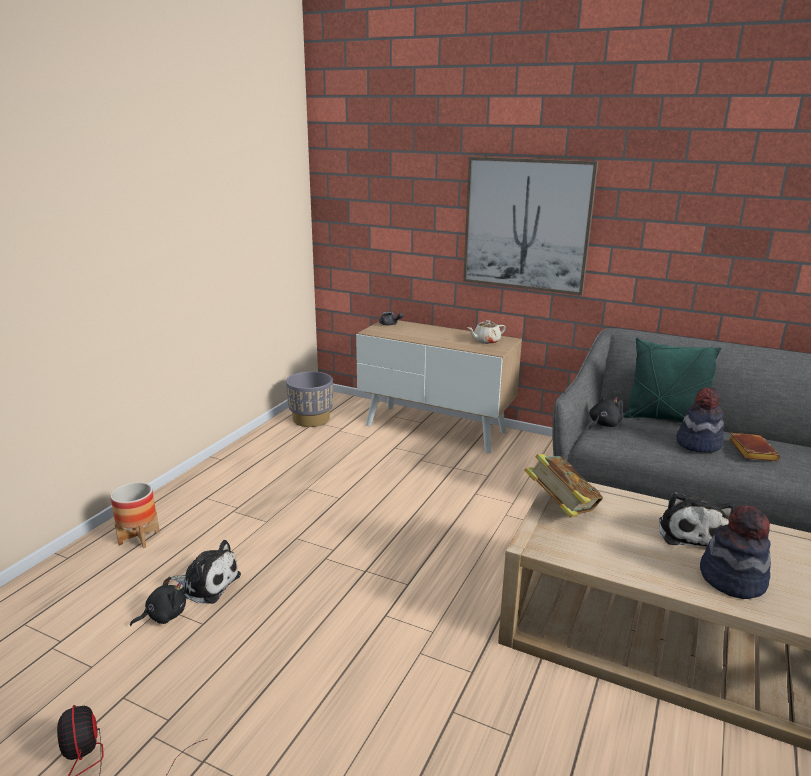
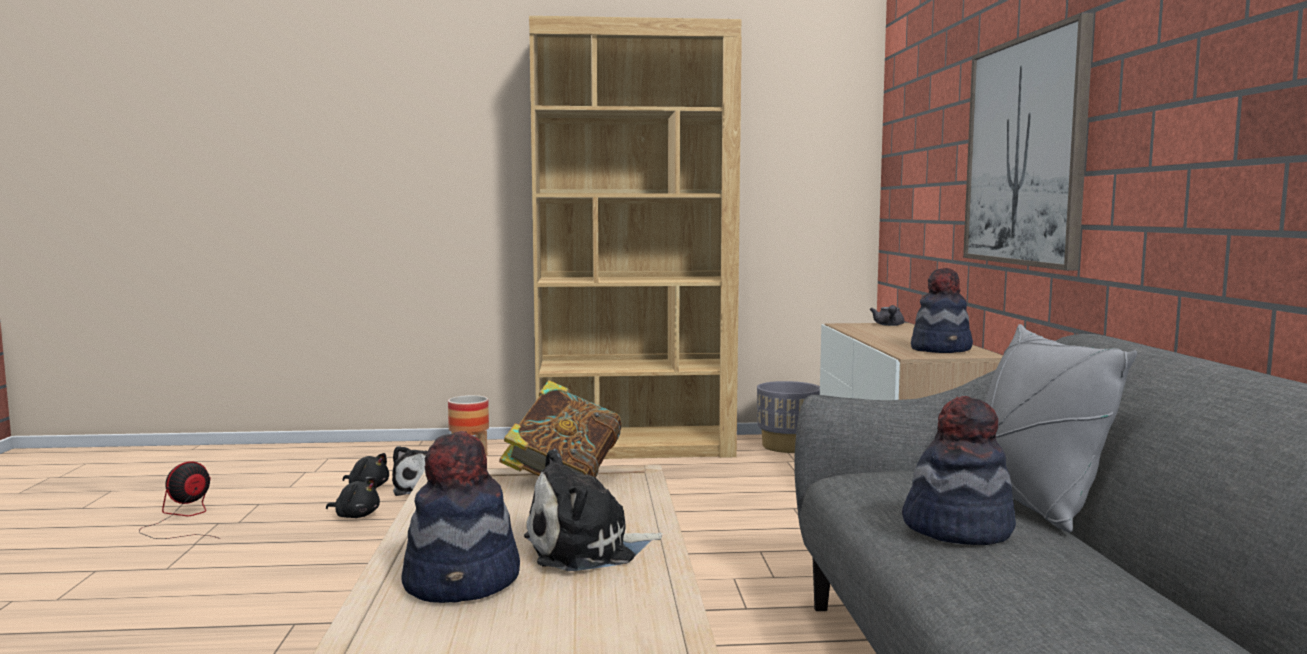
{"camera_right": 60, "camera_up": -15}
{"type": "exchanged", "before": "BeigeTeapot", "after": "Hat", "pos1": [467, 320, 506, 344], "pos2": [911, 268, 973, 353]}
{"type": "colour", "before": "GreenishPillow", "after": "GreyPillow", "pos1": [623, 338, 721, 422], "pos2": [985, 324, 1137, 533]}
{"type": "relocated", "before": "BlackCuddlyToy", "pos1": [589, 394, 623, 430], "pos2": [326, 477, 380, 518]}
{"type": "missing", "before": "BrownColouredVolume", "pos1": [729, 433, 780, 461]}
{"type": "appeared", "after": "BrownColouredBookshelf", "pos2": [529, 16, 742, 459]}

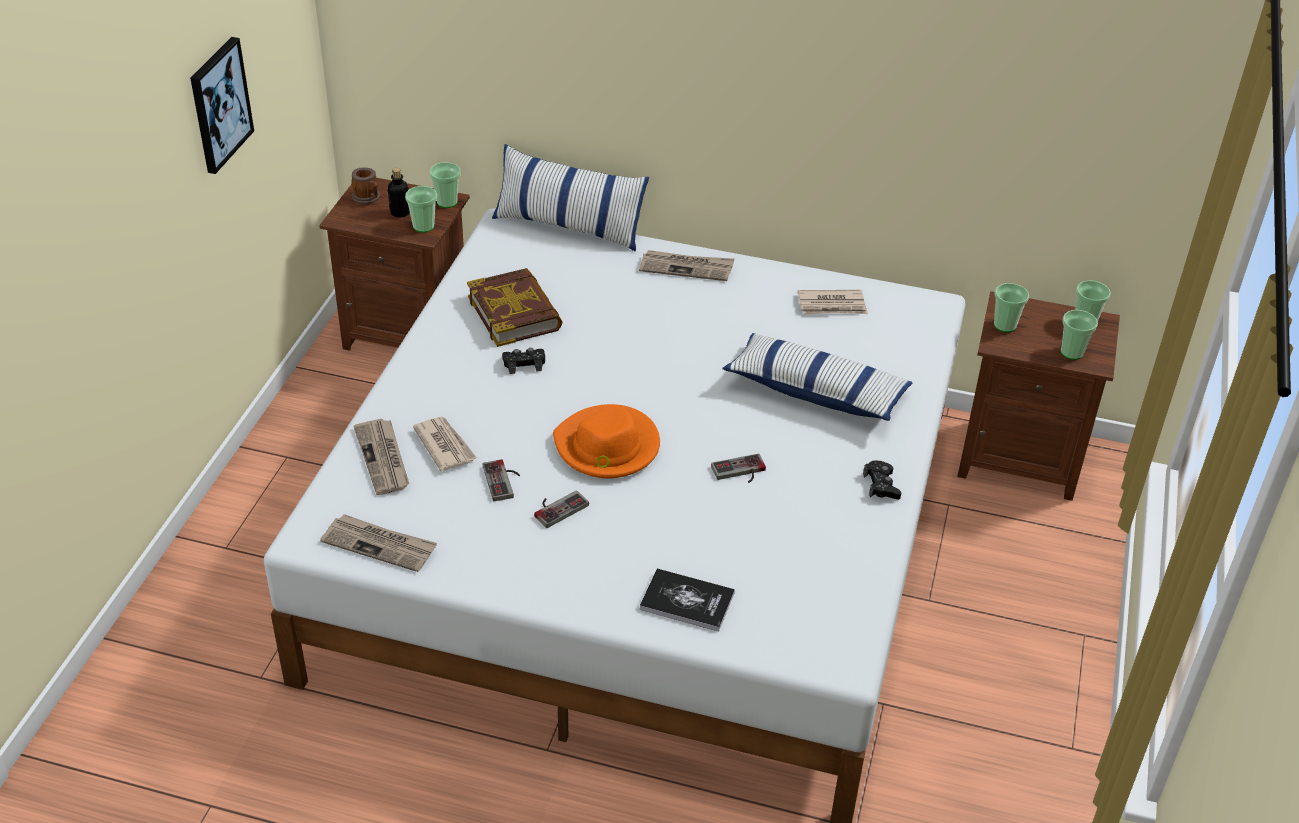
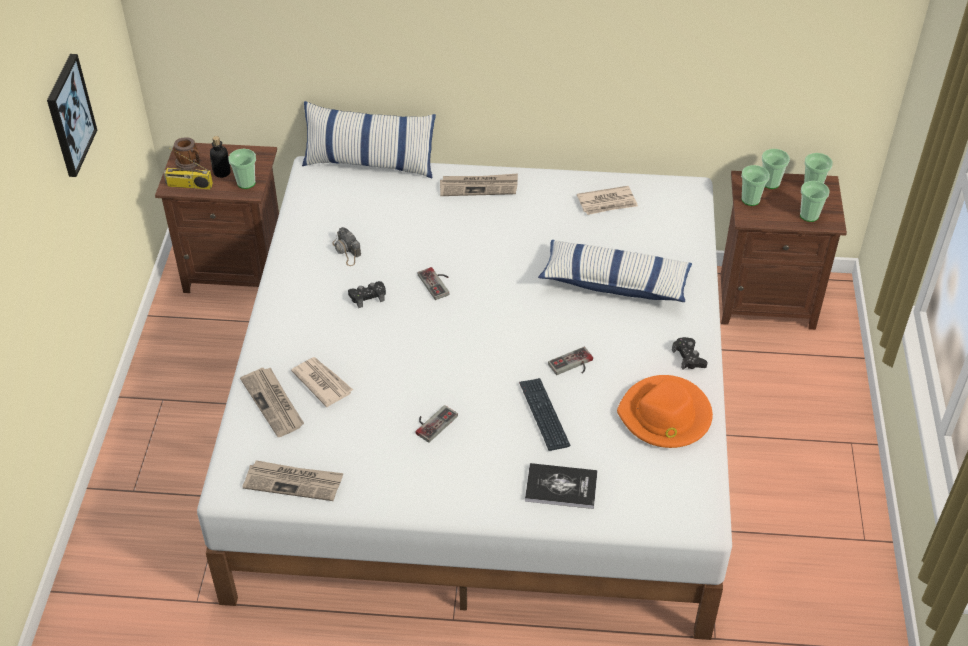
{"camera_right": -10, "camera_up": 5}
{"type": "relocated", "before": "DrinkingCup", "pos1": [430, 162, 461, 208], "pos2": [762, 149, 790, 189]}
{"type": "exchanged", "before": "Volume", "after": "PhotoCamera", "pos1": [467, 268, 563, 347], "pos2": [332, 227, 361, 266]}
{"type": "relocated", "before": "OrangeColouredHat", "pos1": [553, 404, 660, 478], "pos2": [617, 375, 713, 448]}
{"type": "relocated", "before": "Gamepad", "pos1": [483, 460, 520, 501], "pos2": [418, 267, 450, 300]}
{"type": "appeared", "after": "Radio", "pos2": [163, 148, 213, 189]}
{"type": "appeared", "after": "Keyboard", "pos2": [519, 378, 570, 451]}

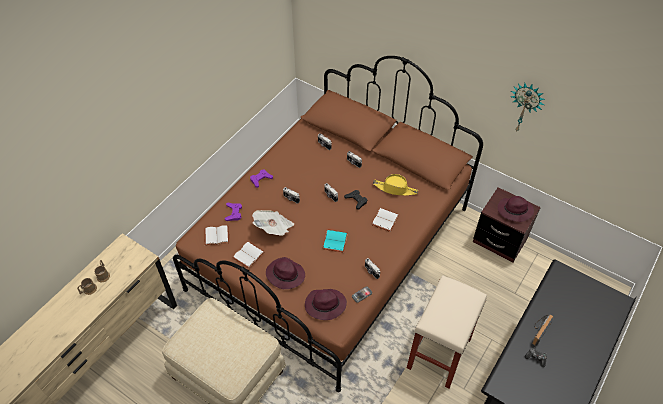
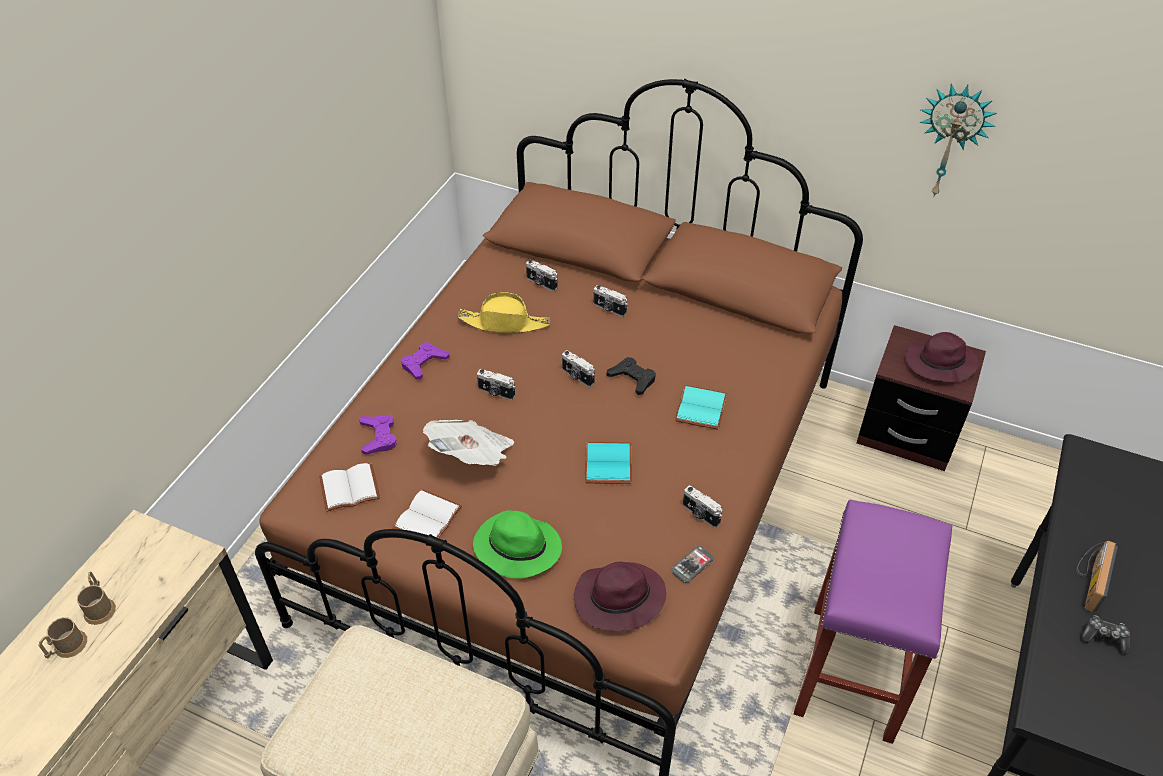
{"camera_right": -10, "camera_up": -5}
{"type": "relocated", "before": "YellowColouredHat", "pos1": [373, 174, 418, 196], "pos2": [458, 292, 550, 333]}
{"type": "colour", "before": "WhiteColouredVolume", "after": "TurquoiseColouredVolume", "pos1": [371, 208, 399, 232], "pos2": [675, 385, 727, 430]}
{"type": "colour", "before": "PurpleHat", "after": "GreenishHat", "pos1": [266, 257, 305, 289], "pos2": [473, 510, 562, 579]}
{"type": "colour", "before": "BeigeStoolSeat", "after": "PurpleStoolSeat", "pos1": [407, 275, 487, 388], "pos2": [794, 500, 952, 744]}

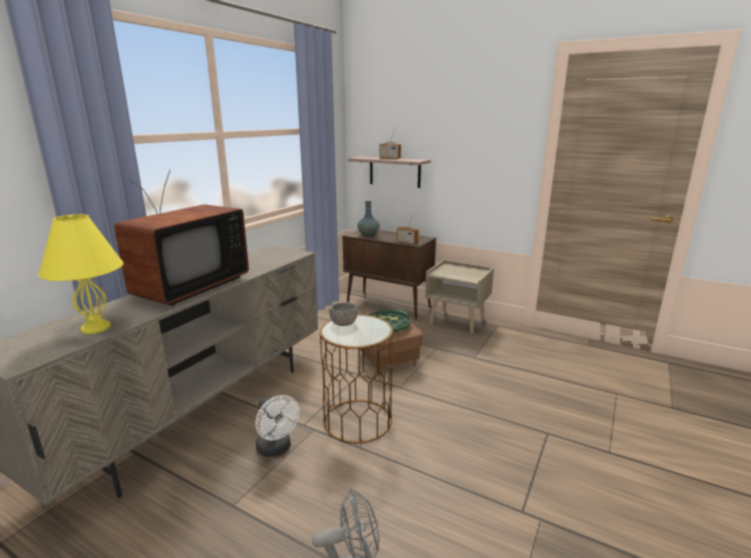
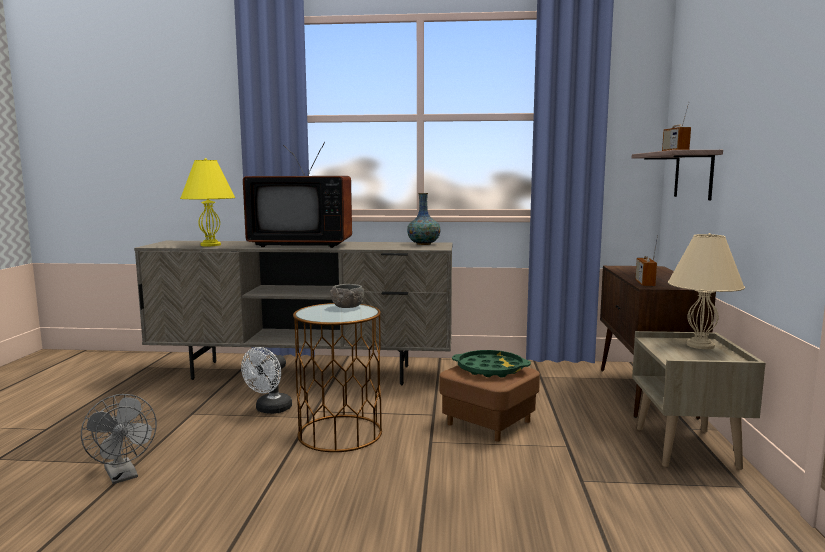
{"camera_right": 65, "camera_up": -10}
{"type": "relocated", "before": "FlowerVase", "pos1": [357, 201, 380, 236], "pos2": [407, 193, 441, 245]}
{"type": "appeared", "after": "BeigeTableLamp", "pos2": [668, 233, 745, 349]}

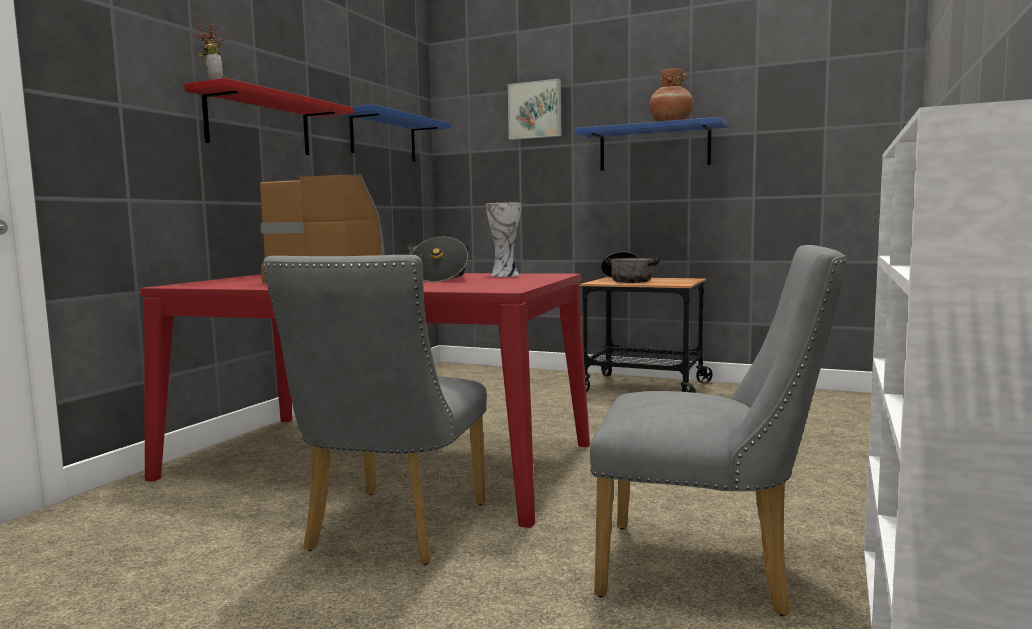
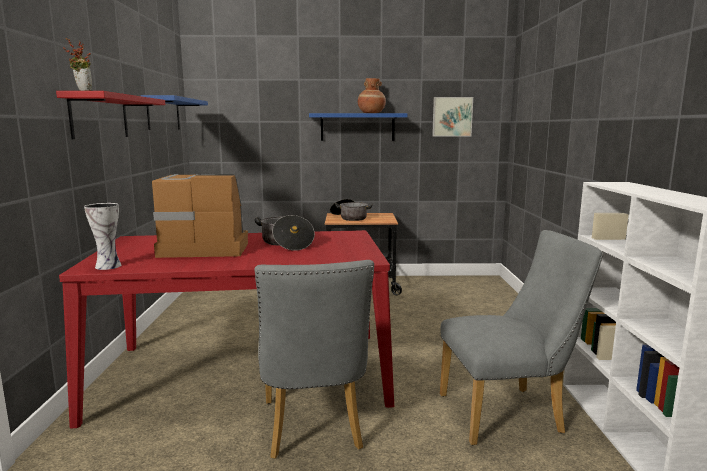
{"camera_right": -25, "camera_up": 5}
{"type": "relocated", "before": "WallPicture", "pos1": [508, 79, 561, 140], "pos2": [432, 97, 473, 137]}
{"type": "relocated", "before": "FlowerVase", "pos1": [486, 203, 521, 277], "pos2": [84, 203, 122, 270]}

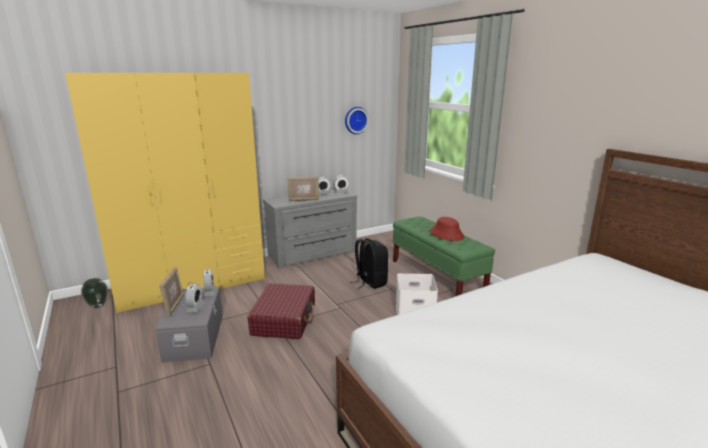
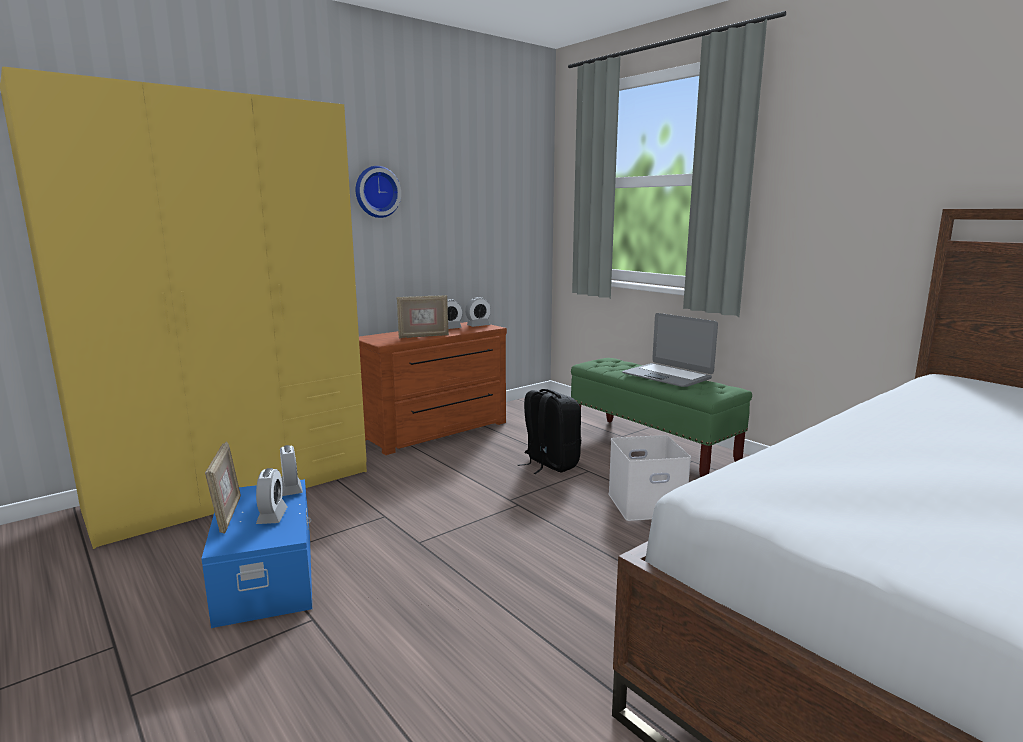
{"camera_right": -10, "camera_up": -5}
{"type": "relocated", "before": "HangingClock", "pos1": [345, 107, 369, 134], "pos2": [356, 166, 401, 218]}
{"type": "colour", "before": "GreyDrawerChest", "after": "BrownColouredDrawerChest", "pos1": [263, 189, 357, 269], "pos2": [359, 322, 507, 455]}
{"type": "exchanged", "before": "RedColouredHat", "after": "NotebookComputer", "pos1": [430, 217, 464, 241], "pos2": [622, 313, 718, 387]}
{"type": "missing", "before": "FlowerVase", "pos1": [81, 278, 108, 308]}
{"type": "missing", "before": "RedColouredTravelCase", "pos1": [248, 283, 315, 339]}
{"type": "colour", "before": "GreyStorageContainer", "after": "BlueColouredStorageContainer", "pos1": [155, 287, 223, 363], "pos2": [201, 479, 312, 628]}

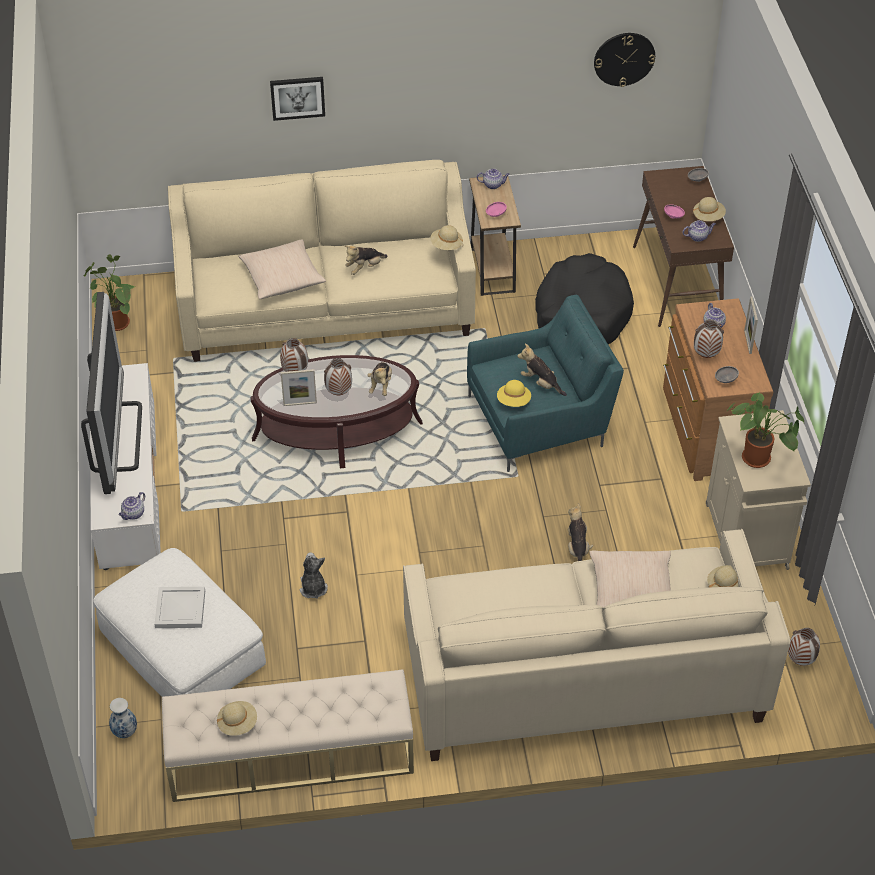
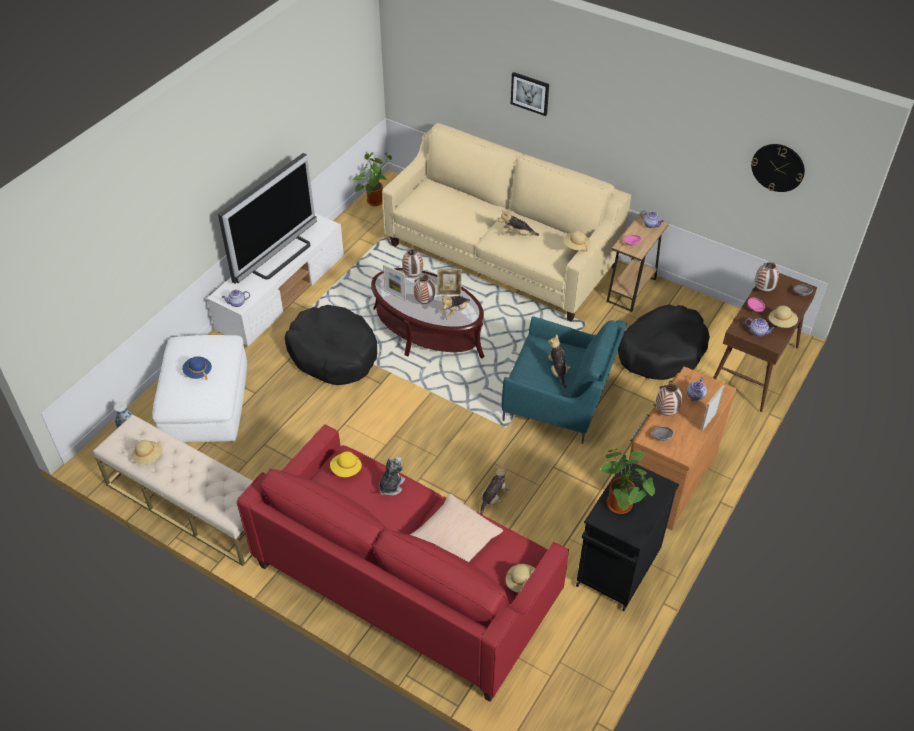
{"camera_right": 40, "camera_up": 0}
{"type": "missing", "before": "BeigePillow", "pos1": [239, 239, 326, 299]}
{"type": "relocated", "before": "YellowColouredHat", "pos1": [497, 380, 531, 407], "pos2": [330, 451, 362, 477]}
{"type": "colour", "before": "BeigeCabinet", "after": "BlackCabinet", "pos1": [706, 410, 811, 570], "pos2": [576, 459, 679, 611]}
{"type": "colour", "before": "BeigeCouch", "after": "RedColouredCouch", "pos1": [403, 529, 790, 761], "pos2": [237, 424, 569, 702]}
{"type": "relocated", "before": "CuddlyToy", "pos1": [300, 552, 328, 598], "pos2": [379, 457, 405, 496]}
{"type": "exchanged", "before": "WhiteColouredTray", "after": "BlueColouredHat", "pos1": [154, 587, 205, 628], "pos2": [182, 356, 212, 380]}
{"type": "relocated", "before": "FlowerVase", "pos1": [788, 628, 820, 666], "pos2": [754, 262, 779, 292]}
{"type": "appeared", "after": "PictureFrame", "pos2": [437, 269, 462, 295]}
{"type": "appeared", "after": "BlackPetBed", "pos2": [285, 305, 377, 385]}

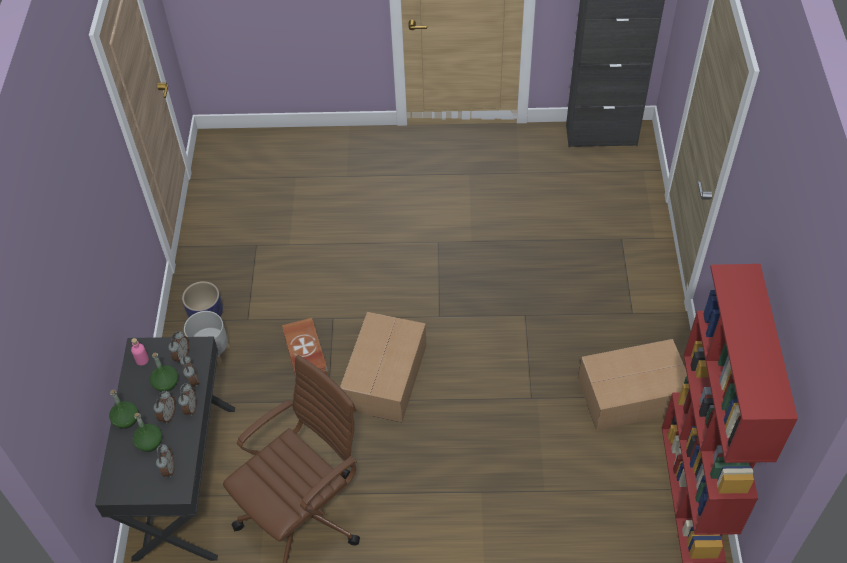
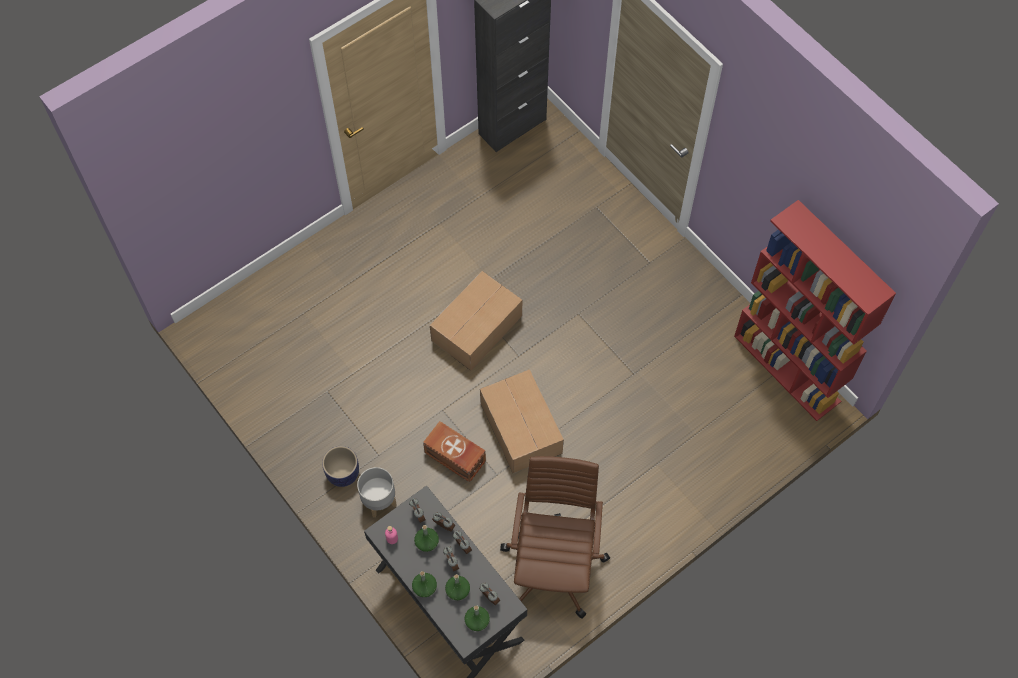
{"camera_right": -40, "camera_up": 10}
{"type": "relocated", "before": "PackingBox", "pos1": [578, 339, 687, 431], "pos2": [430, 271, 522, 371]}
{"type": "appeared", "after": "GreenishBottle", "pos2": [465, 605, 490, 631]}

